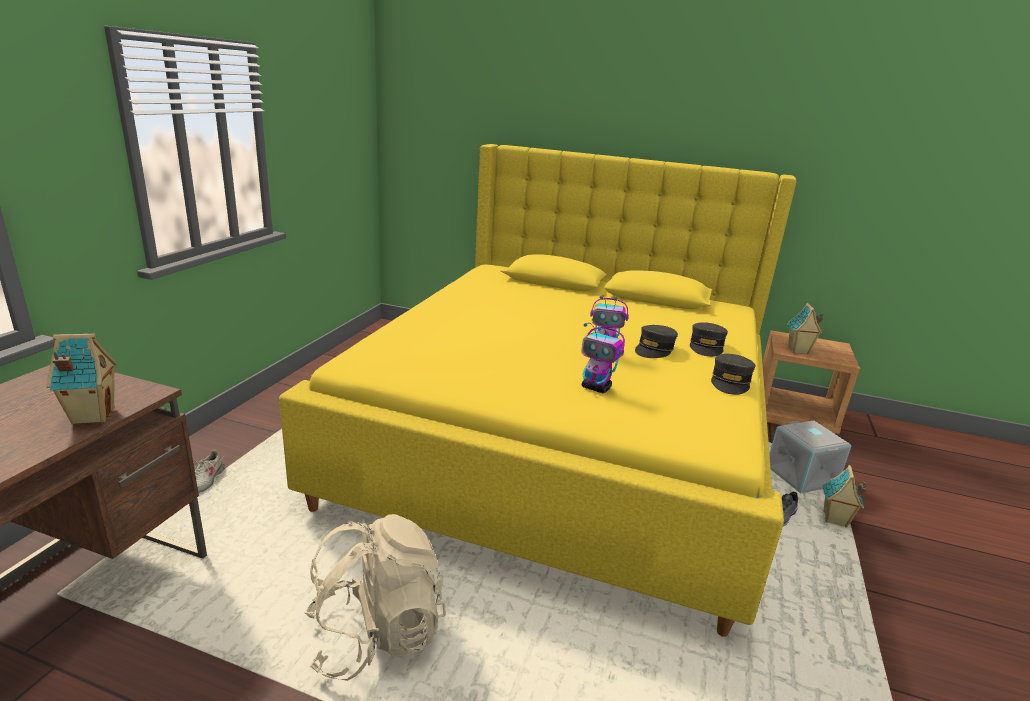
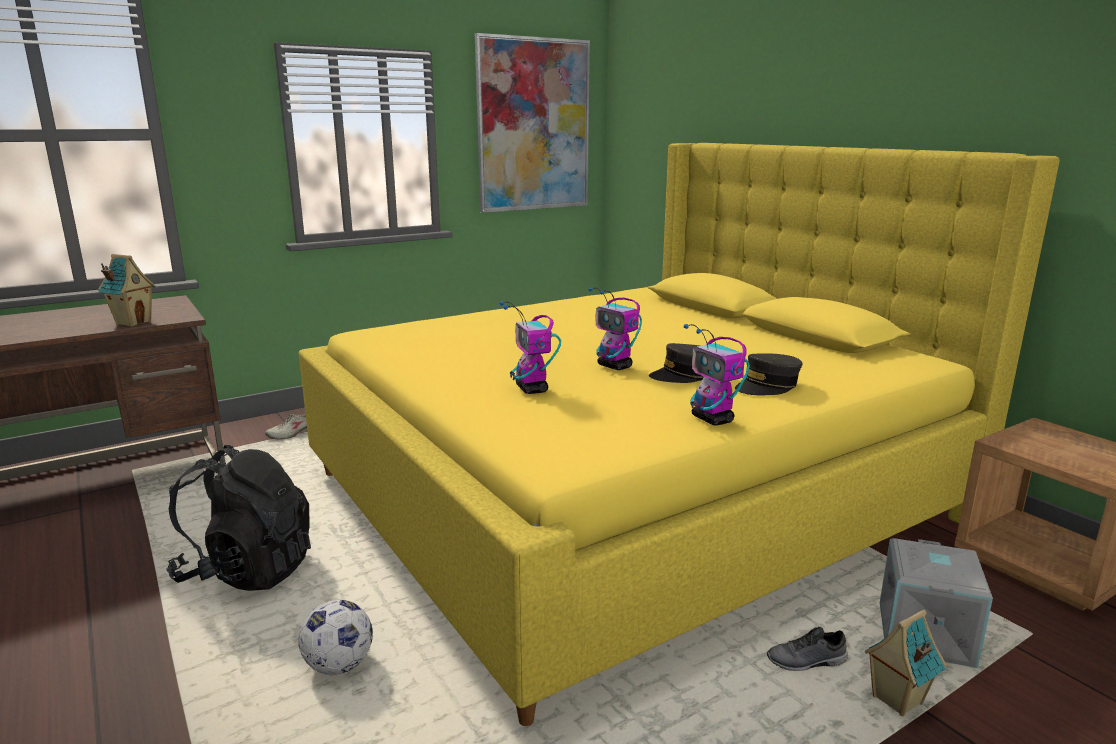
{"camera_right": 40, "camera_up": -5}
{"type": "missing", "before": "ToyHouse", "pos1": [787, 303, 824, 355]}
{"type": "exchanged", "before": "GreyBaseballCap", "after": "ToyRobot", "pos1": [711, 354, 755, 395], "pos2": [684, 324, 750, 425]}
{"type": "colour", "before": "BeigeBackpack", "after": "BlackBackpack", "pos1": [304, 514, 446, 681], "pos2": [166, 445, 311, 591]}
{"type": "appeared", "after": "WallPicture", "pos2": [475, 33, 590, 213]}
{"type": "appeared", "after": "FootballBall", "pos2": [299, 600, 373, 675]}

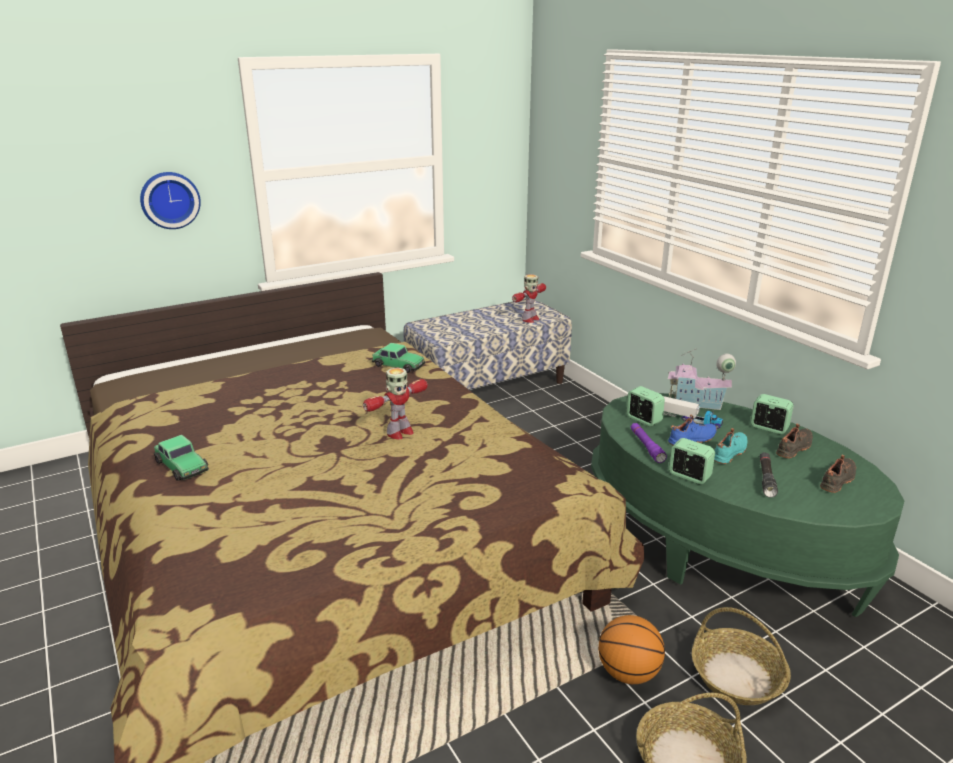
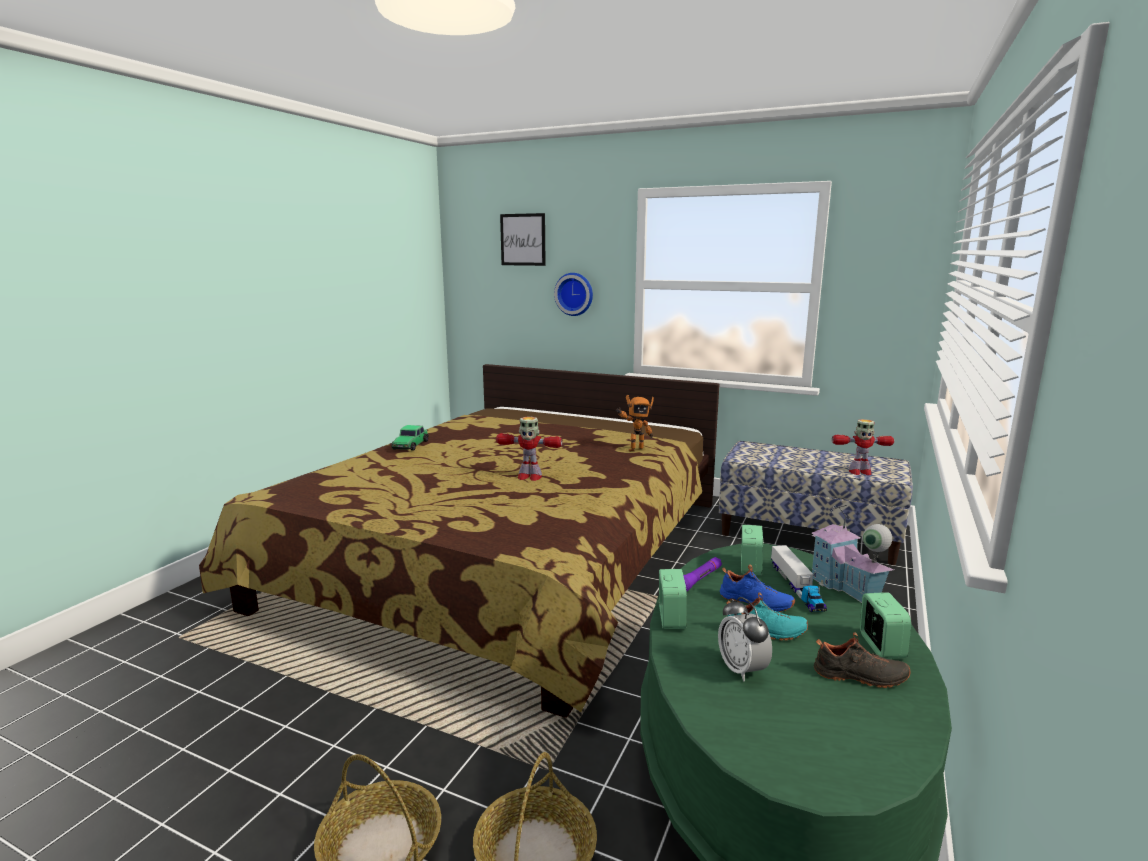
{"camera_right": 55, "camera_up": -10}
{"type": "exchanged", "before": "ModelCar", "after": "ToyRobot", "pos1": [372, 343, 425, 373], "pos2": [616, 395, 654, 451]}
{"type": "exchanged", "before": "BlackFlashlight", "after": "BedsideClock", "pos1": [760, 452, 778, 498], "pos2": [718, 597, 772, 682]}
{"type": "missing", "before": "BlackLowShoe", "pos1": [820, 454, 856, 493]}
{"type": "missing", "before": "Basketball", "pos1": [598, 615, 665, 684]}
{"type": "appeared", "after": "WallPicture", "pos2": [500, 213, 546, 266]}

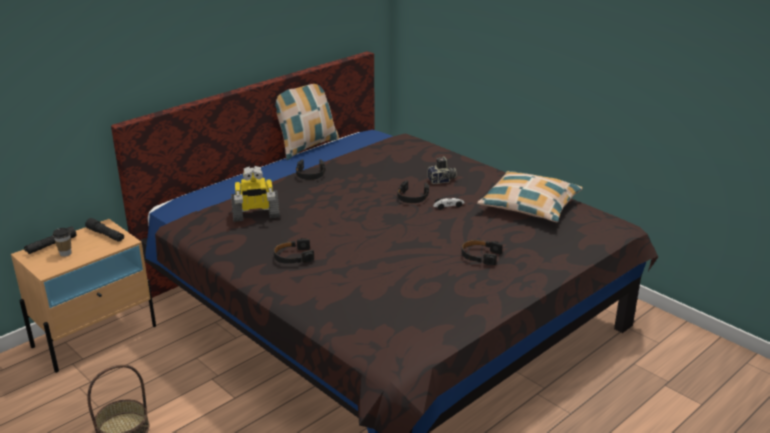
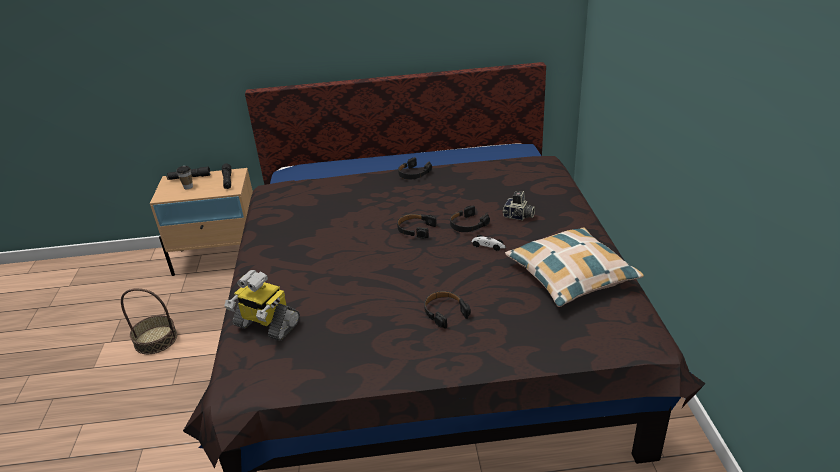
{"camera_right": 40, "camera_up": 5}
{"type": "missing", "before": "Pillow", "pos1": [275, 84, 339, 160]}
{"type": "relocated", "before": "ToyRobot", "pos1": [231, 166, 280, 222], "pos2": [224, 270, 300, 341]}
{"type": "relocated", "before": "BlackHeadset", "pos1": [274, 238, 314, 264], "pos2": [397, 214, 437, 239]}

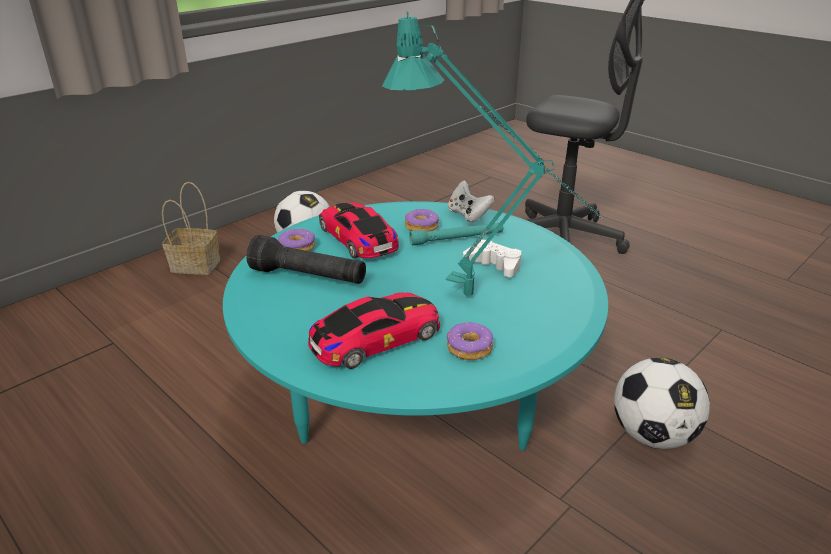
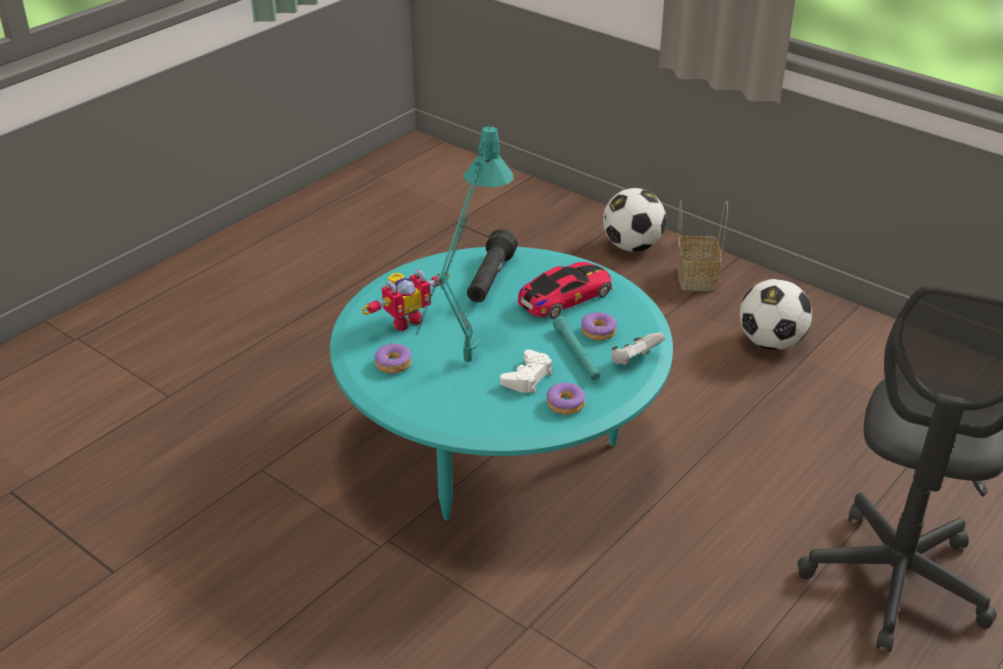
{"camera_right": 85, "camera_up": 5}
{"type": "relocated", "before": "RingDoughnut", "pos1": [278, 228, 315, 251], "pos2": [546, 383, 586, 415]}
{"type": "exchanged", "before": "ModelCar", "after": "ToyRobot", "pos1": [308, 292, 440, 369], "pos2": [362, 269, 450, 331]}
{"type": "relocated", "before": "FootballBall", "pos1": [614, 358, 710, 449], "pos2": [602, 188, 666, 252]}

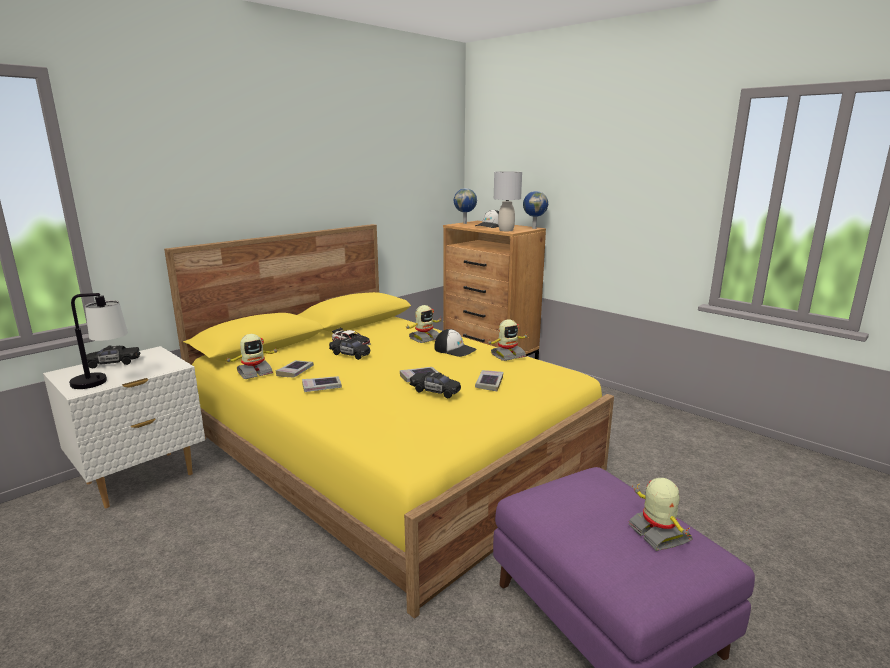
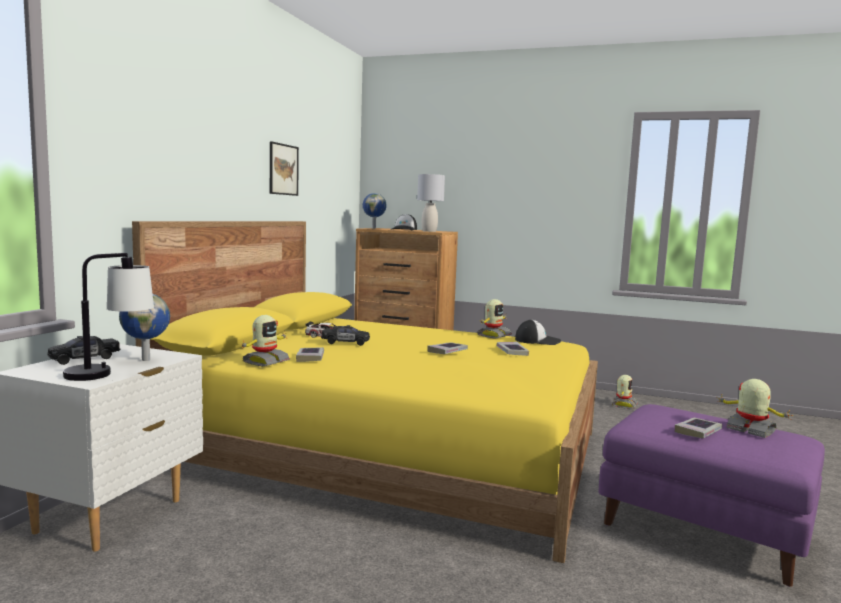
{"camera_right": -25, "camera_up": -10}
{"type": "relocated", "before": "WorldGlobe", "pos1": [523, 191, 548, 229], "pos2": [119, 294, 170, 361]}
{"type": "relocated", "before": "ToyRobot", "pos1": [404, 305, 443, 343], "pos2": [612, 375, 638, 409]}
{"type": "relocated", "before": "BaseballCap", "pos1": [434, 329, 477, 357], "pos2": [515, 320, 561, 345]}
{"type": "missing", "before": "BlackModelCar", "pos1": [410, 372, 461, 398]}
{"type": "relocated", "before": "Volume", "pos1": [302, 376, 342, 392], "pos2": [675, 418, 722, 438]}
{"type": "appeared", "after": "WallPicture", "pos2": [270, 141, 299, 196]}

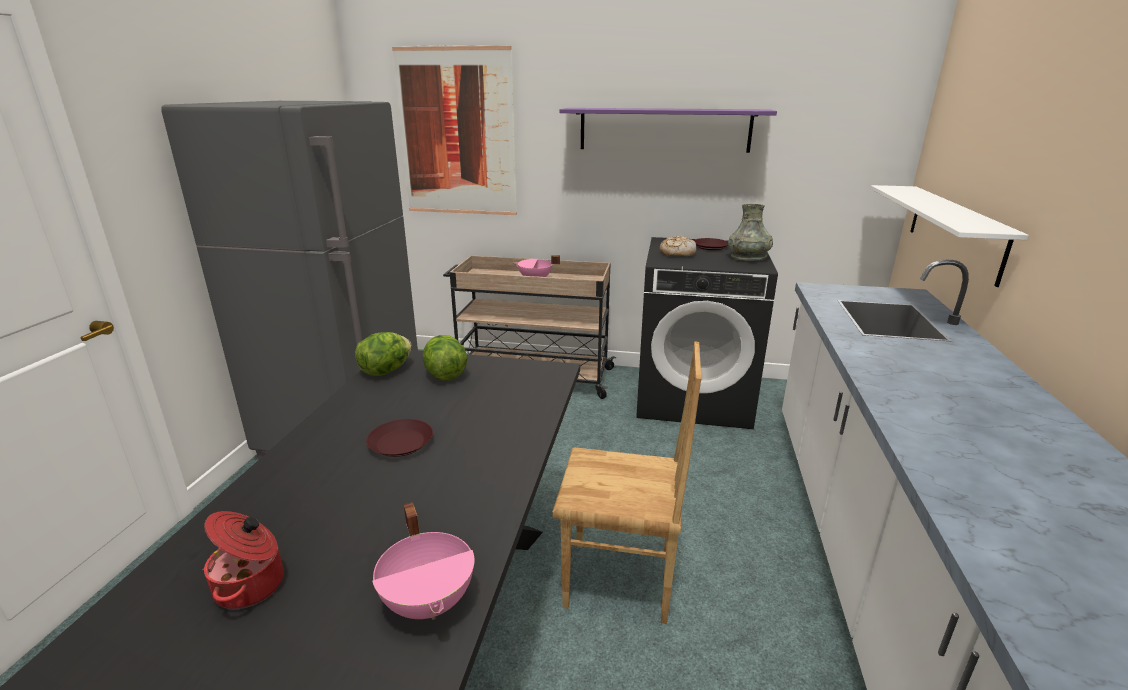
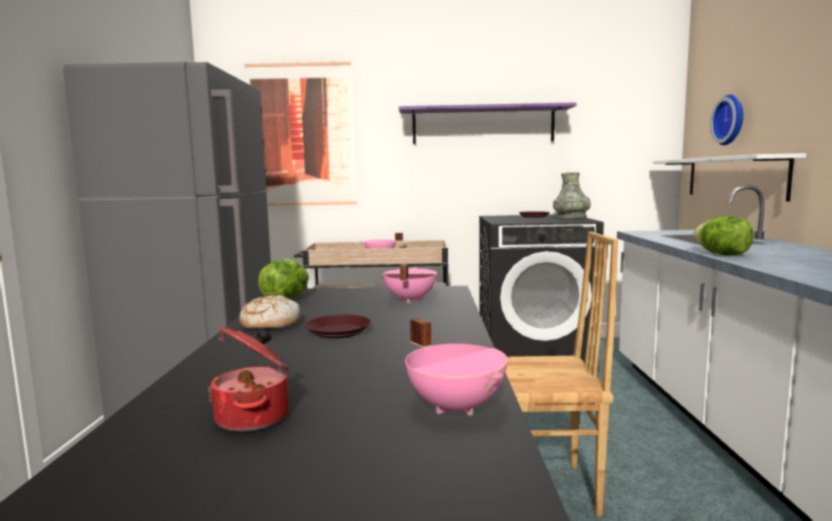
{"camera_right": -10, "camera_up": -15}
{"type": "relocated", "before": "BakedBread", "pos1": [660, 236, 696, 256], "pos2": [239, 295, 300, 329]}
{"type": "relocated", "before": "HeadOfLettuce", "pos1": [423, 335, 468, 381], "pos2": [693, 216, 754, 255]}
{"type": "appeared", "after": "HangingClock", "pos2": [710, 94, 743, 145]}
{"type": "appeared", "after": "PinkishSaucepot", "pos2": [383, 264, 437, 303]}

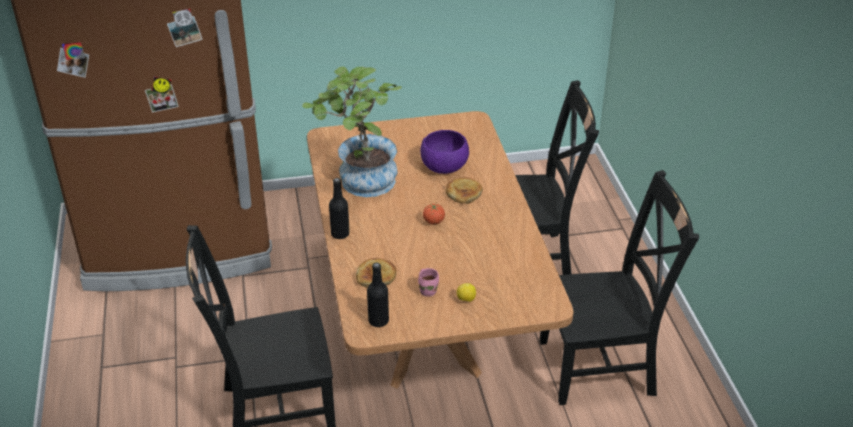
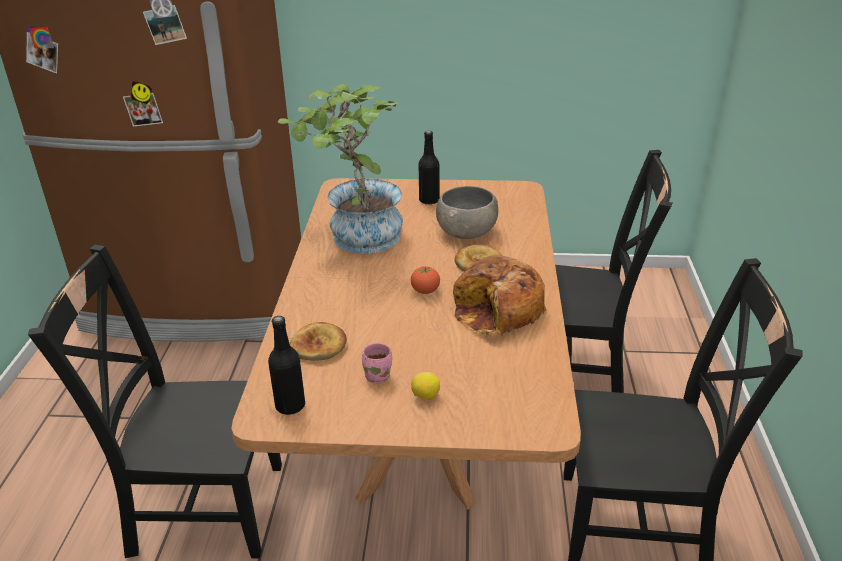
{"camera_right": 15, "camera_up": -5}
{"type": "colour", "before": "PurpleDeepDish", "after": "GreyDeepDish", "pos1": [420, 130, 469, 174], "pos2": [436, 186, 498, 239]}
{"type": "relocated", "before": "BlackBottle", "pos1": [329, 178, 350, 239], "pos2": [419, 131, 439, 204]}
{"type": "appeared", "after": "BakedBread", "pos2": [453, 255, 546, 336]}

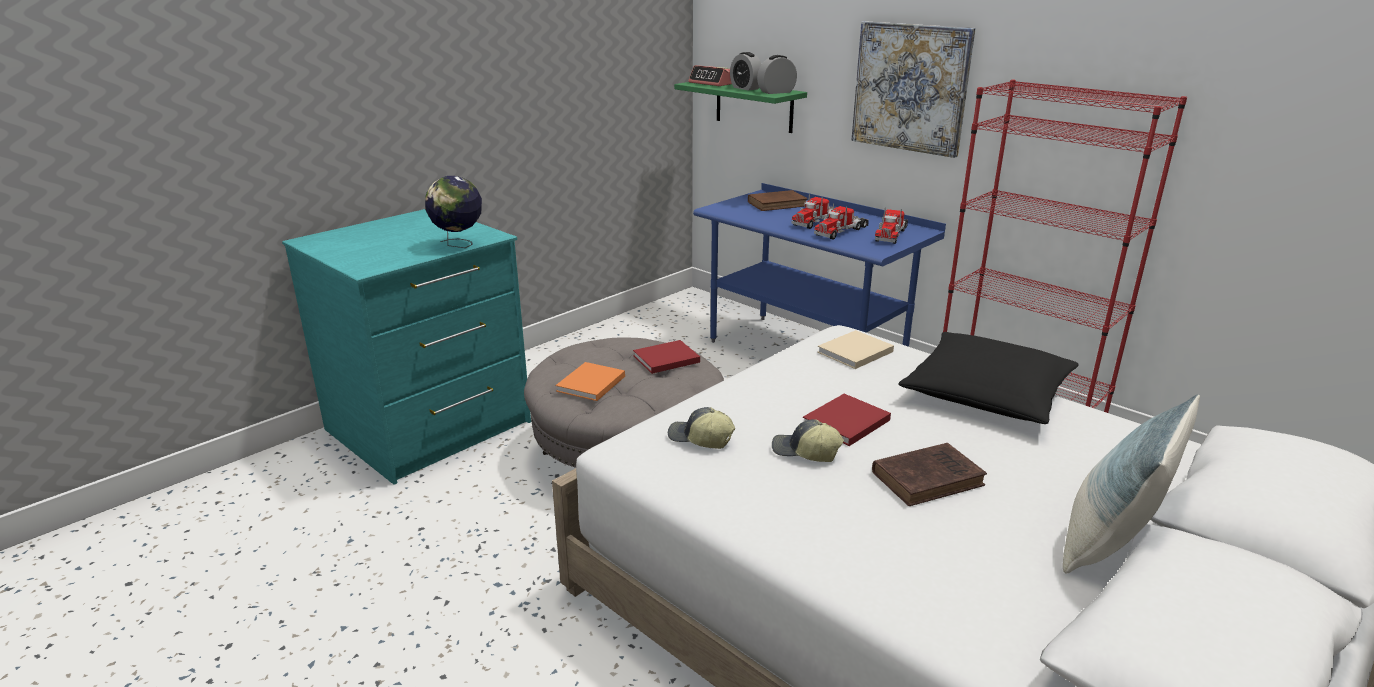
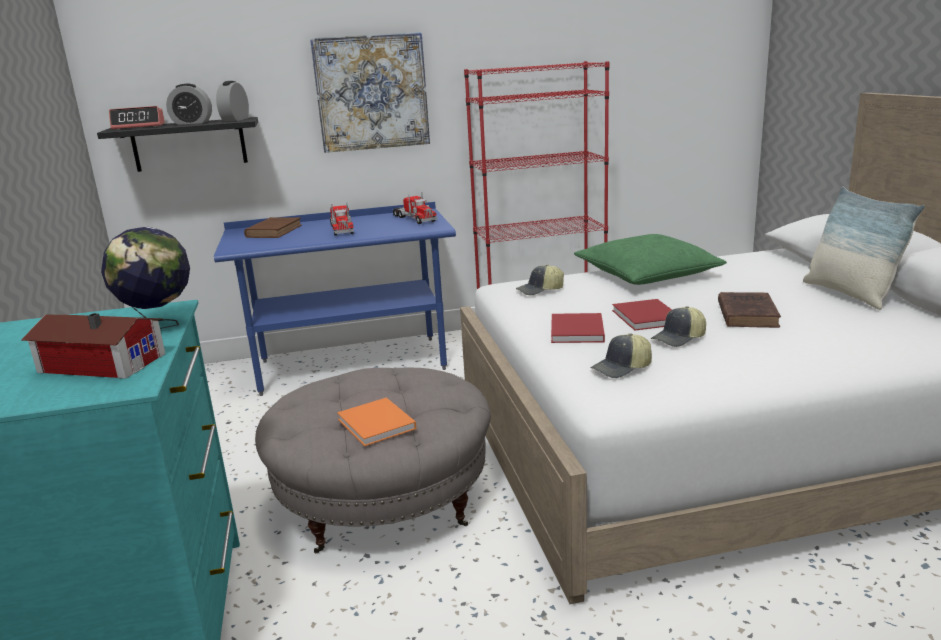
{"camera_right": -55, "camera_up": -5}
{"type": "colour", "before": "GreenishShelf", "after": "BlackShelf", "pos1": [674, 82, 807, 133], "pos2": [97, 117, 258, 172]}
{"type": "missing", "before": "ModelTruck", "pos1": [814, 203, 869, 240]}
{"type": "exchanged", "before": "BeigeVolume", "after": "BaseballCap", "pos1": [817, 330, 894, 369], "pos2": [516, 264, 564, 296]}
{"type": "colour", "before": "BlackPillow", "after": "GreenishPillow", "pos1": [898, 332, 1079, 424], "pos2": [574, 234, 727, 285]}
{"type": "relocated", "before": "RedColouredVolume", "pos1": [633, 340, 700, 374], "pos2": [551, 313, 605, 343]}
{"type": "appeared", "after": "ToyHouse", "pos2": [21, 313, 165, 379]}

